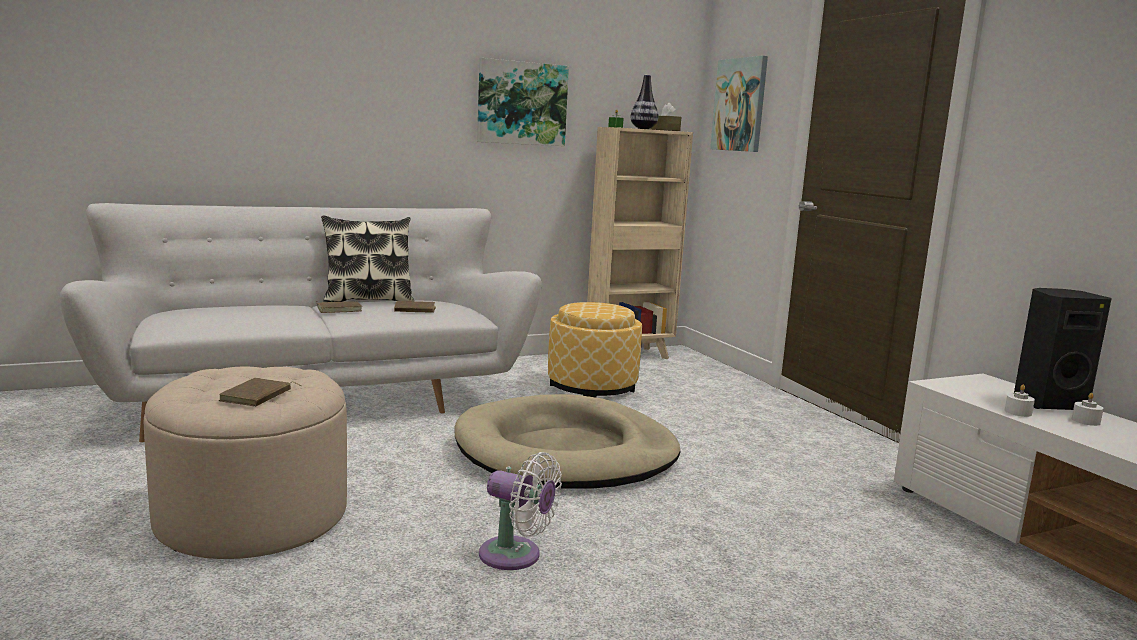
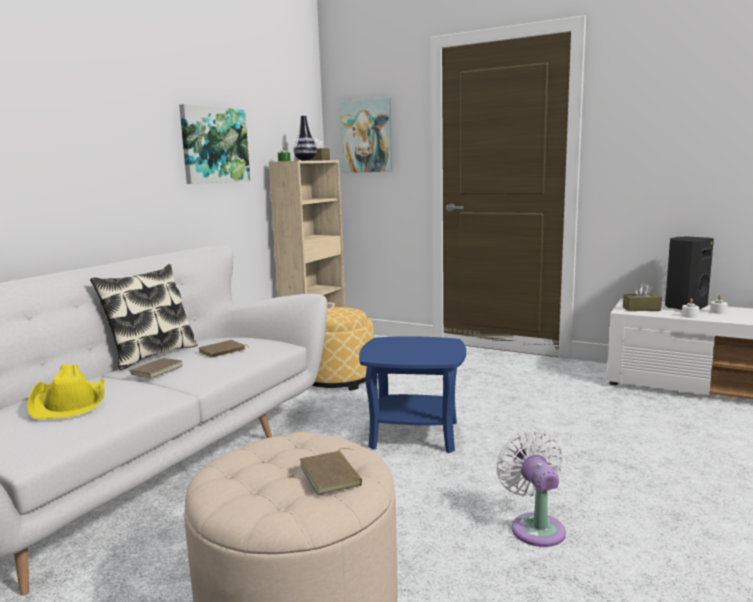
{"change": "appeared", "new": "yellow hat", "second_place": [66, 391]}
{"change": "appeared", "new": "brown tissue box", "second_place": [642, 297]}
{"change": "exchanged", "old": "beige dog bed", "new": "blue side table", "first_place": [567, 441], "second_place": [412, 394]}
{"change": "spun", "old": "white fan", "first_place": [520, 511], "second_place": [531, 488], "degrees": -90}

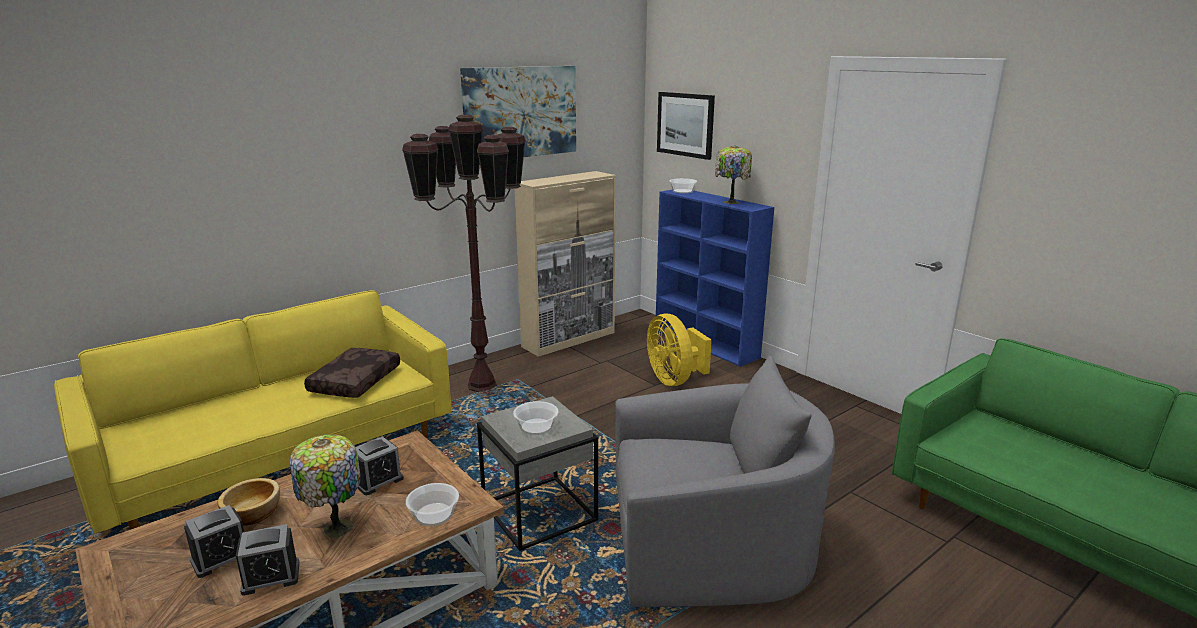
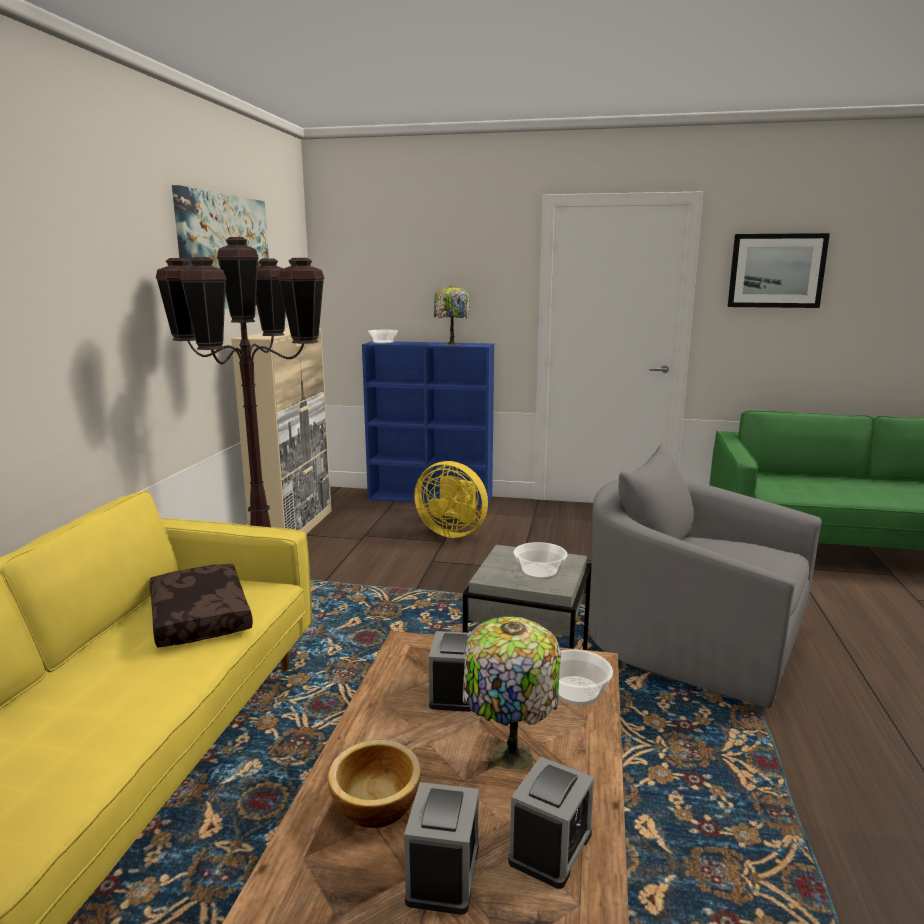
{"change": "relocated", "old": "picture", "first_place": [686, 126], "second_place": [779, 270]}
{"change": "spun", "old": "grey armchair", "first_place": [725, 481], "second_place": [705, 576], "degrees": -105}

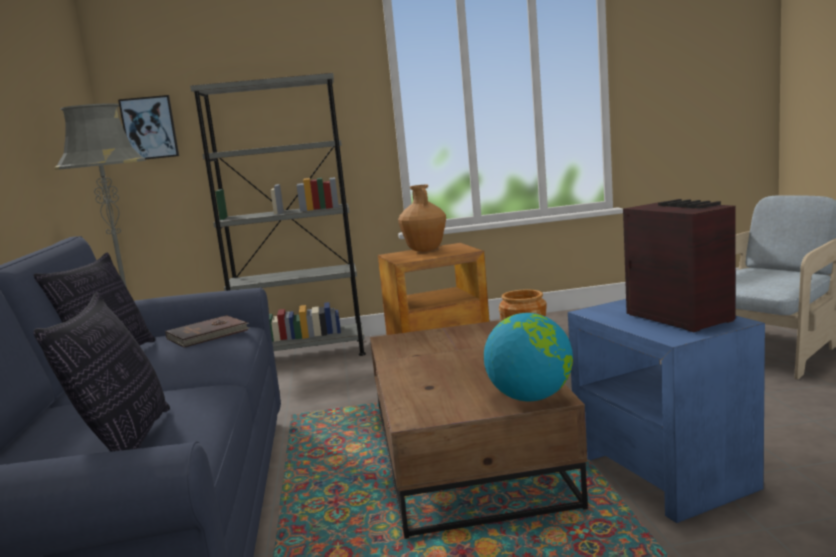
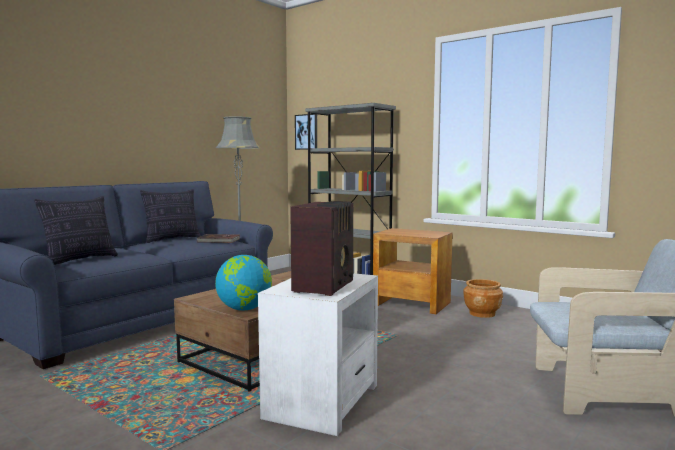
{"change": "missing", "old": "brown vase", "first_place": [422, 218]}
{"change": "colour", "old": "blue side table", "new": "white side table", "first_place": [666, 411], "second_place": [318, 354]}

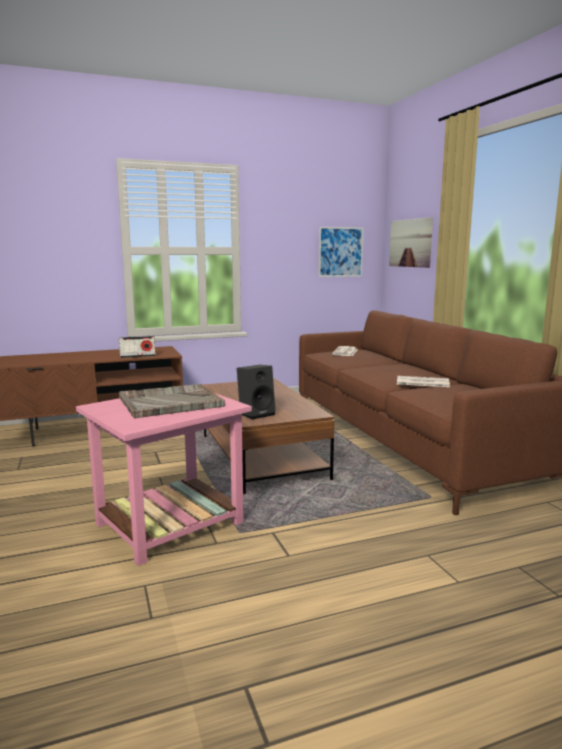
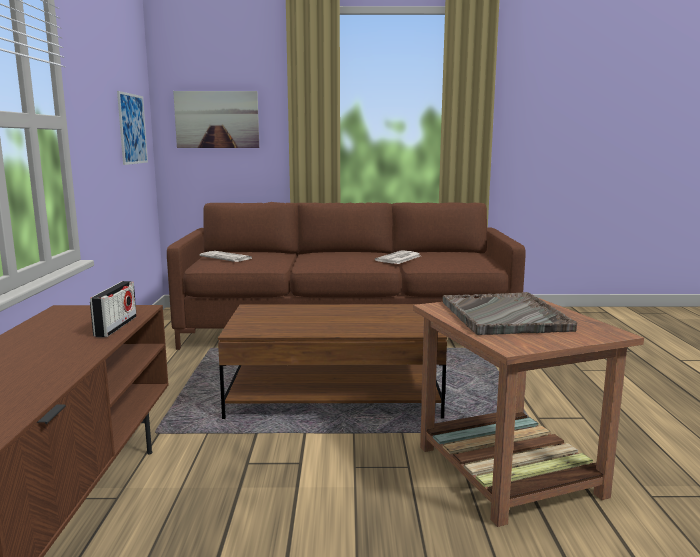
{"change": "missing", "old": "black speaker", "first_place": [256, 392]}
{"change": "colour", "old": "pink side table", "new": "brown side table", "first_place": [164, 479], "second_place": [528, 412]}

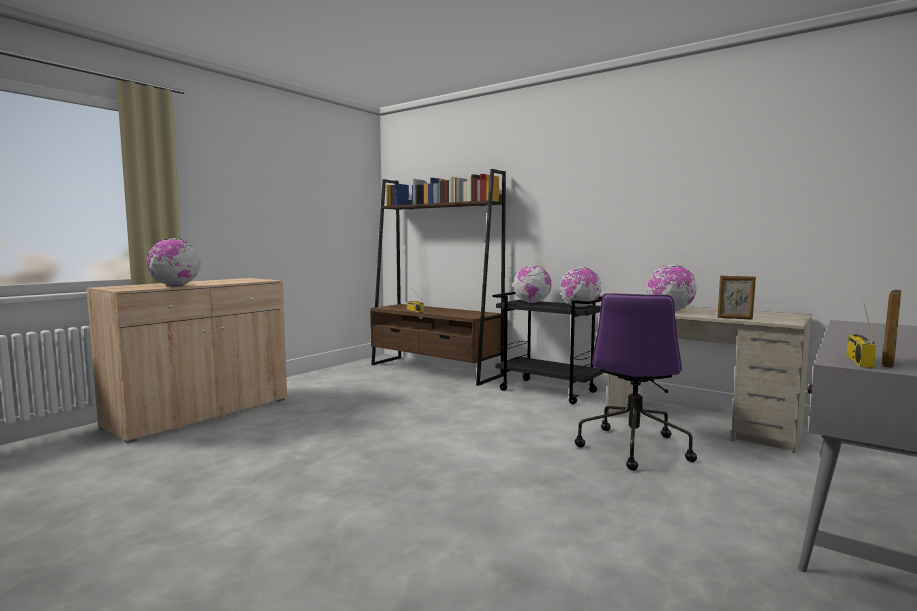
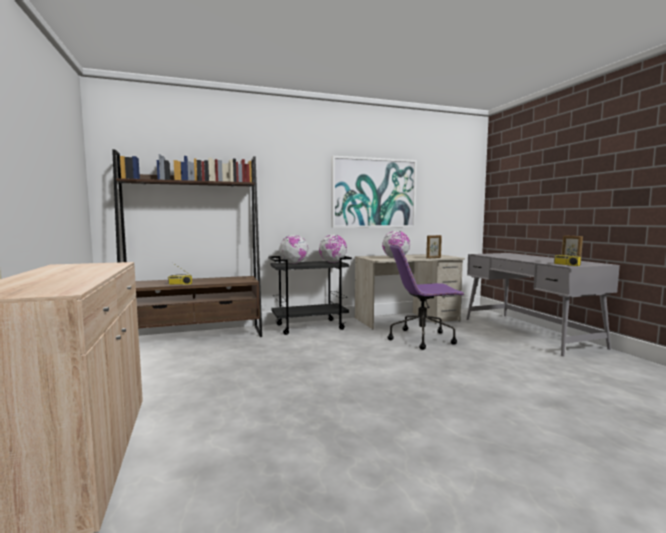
{"change": "missing", "old": "globe", "first_place": [174, 262]}
{"change": "appeared", "new": "picture", "second_place": [374, 192]}
{"change": "spun", "old": "purple office chair", "first_place": [636, 382], "second_place": [426, 297], "degrees": 120}

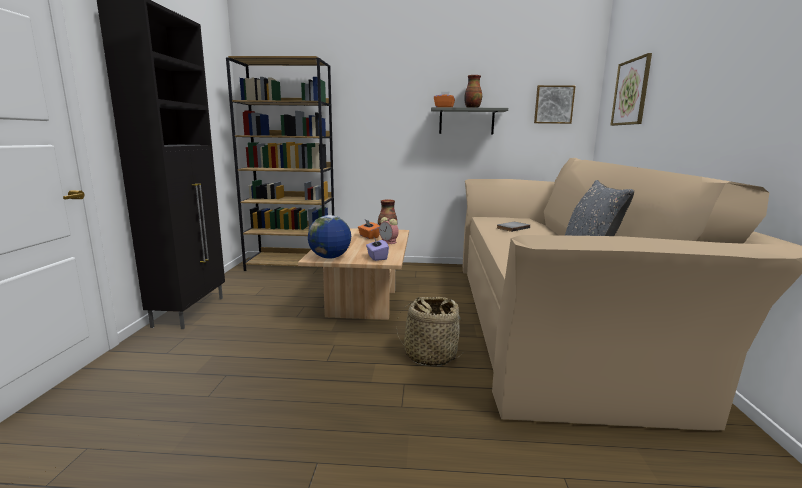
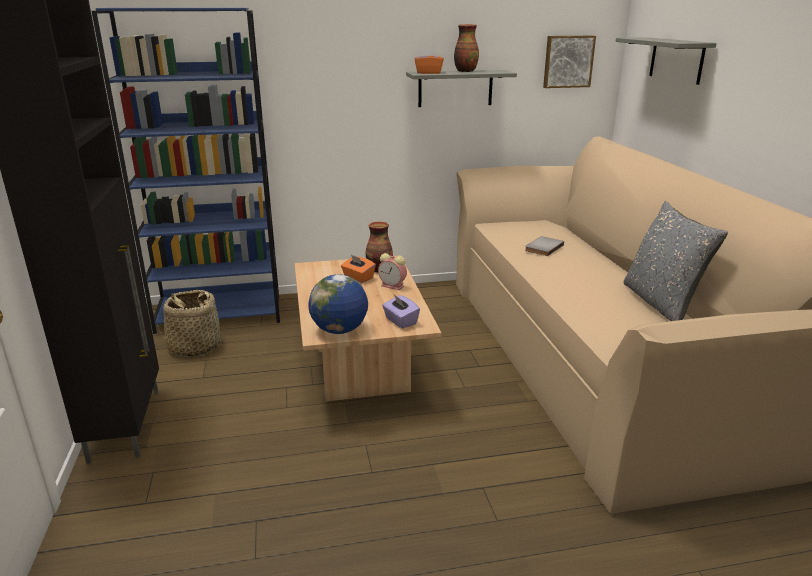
{"change": "relocated", "old": "basket", "first_place": [430, 331], "second_place": [190, 323]}
{"change": "exchanged", "old": "picture", "new": "grey shelf", "first_place": [631, 89], "second_place": [666, 61]}
{"change": "colour", "old": "brown bookcase", "new": "blue bookcase", "first_place": [280, 163], "second_place": [185, 171]}

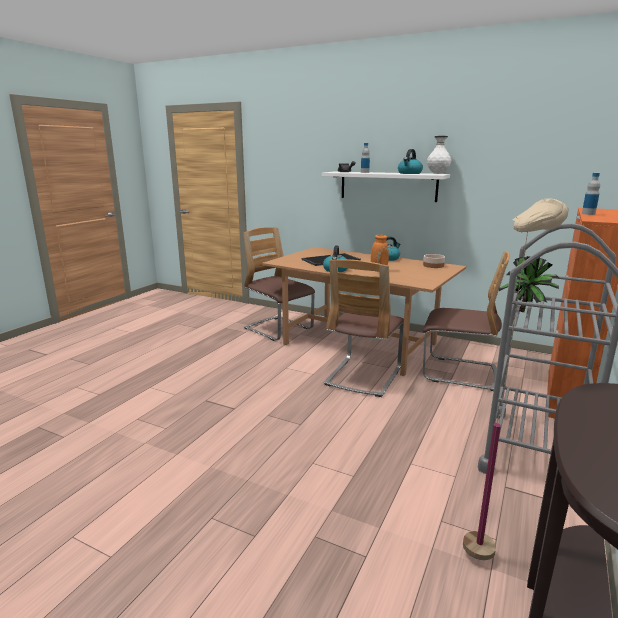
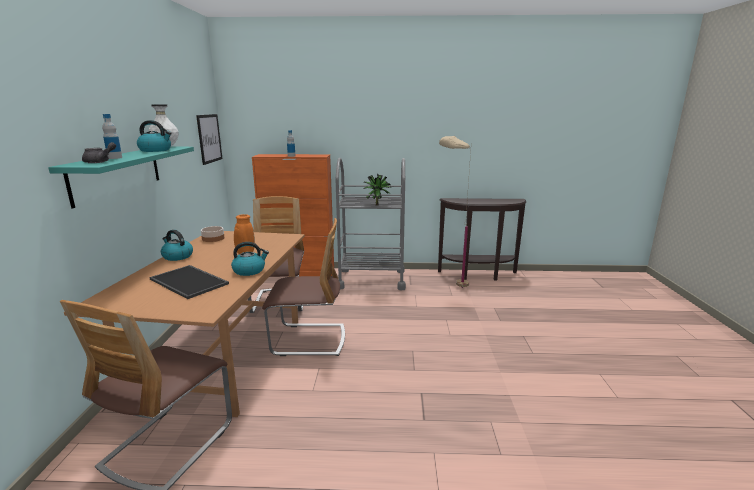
{"change": "appeared", "new": "picture", "second_place": [209, 139]}
{"change": "colour", "old": "white shelf", "new": "turquoise shelf", "first_place": [386, 187], "second_place": [121, 178]}

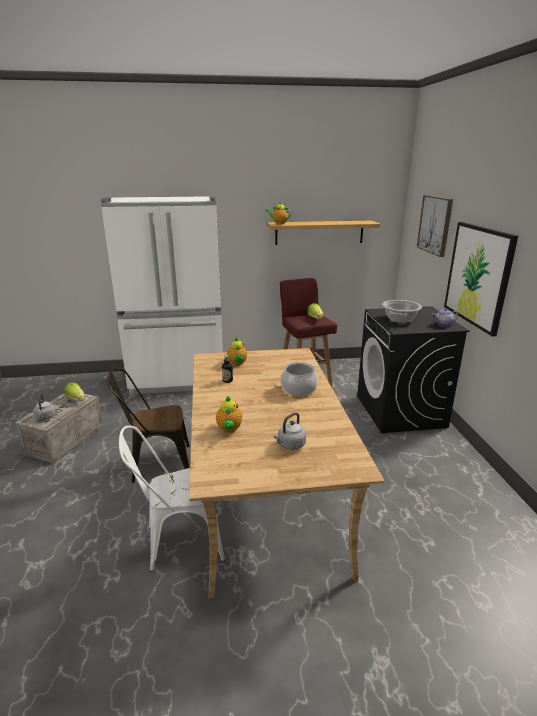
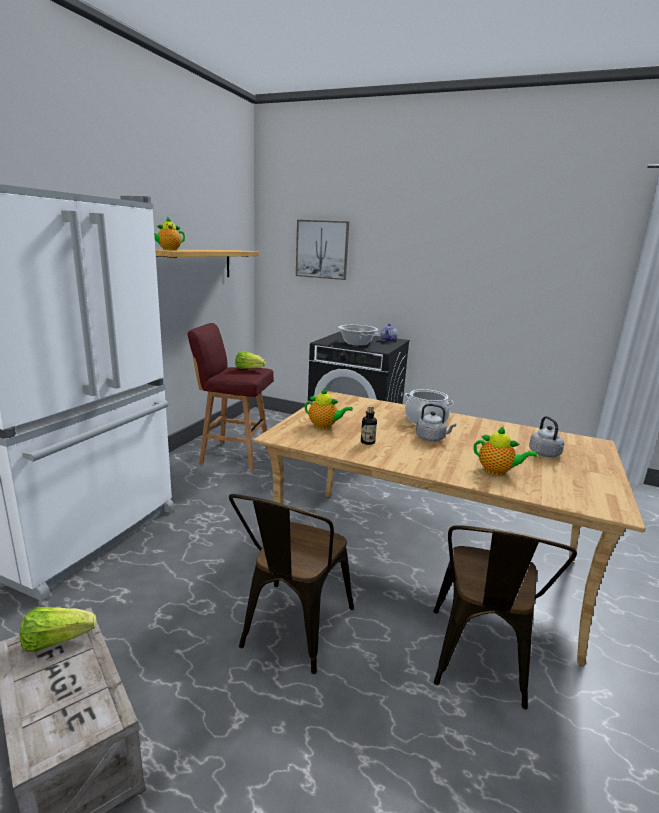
{"change": "missing", "old": "picture", "first_place": [481, 279]}
{"change": "relocated", "old": "grey kettle", "first_place": [44, 407], "second_place": [436, 422]}
{"change": "colour", "old": "white chair", "new": "brown chair", "first_place": [172, 499], "second_place": [505, 617]}

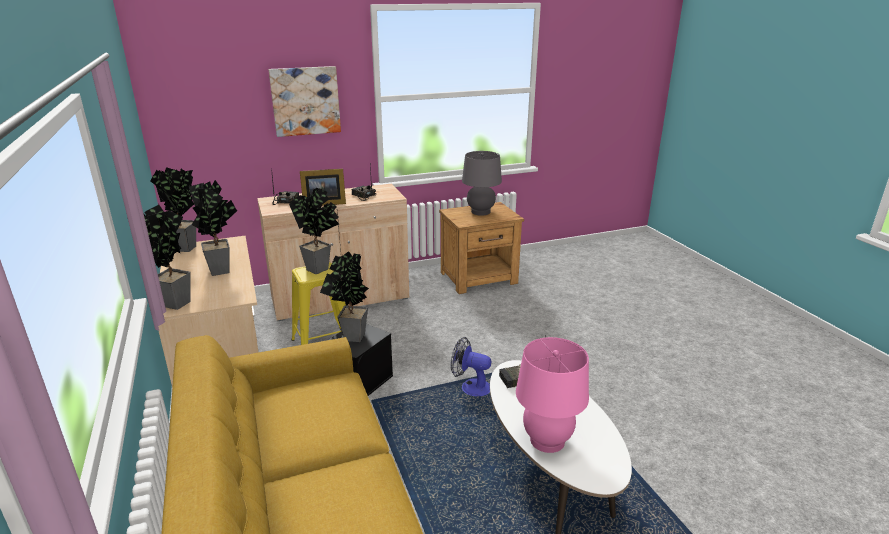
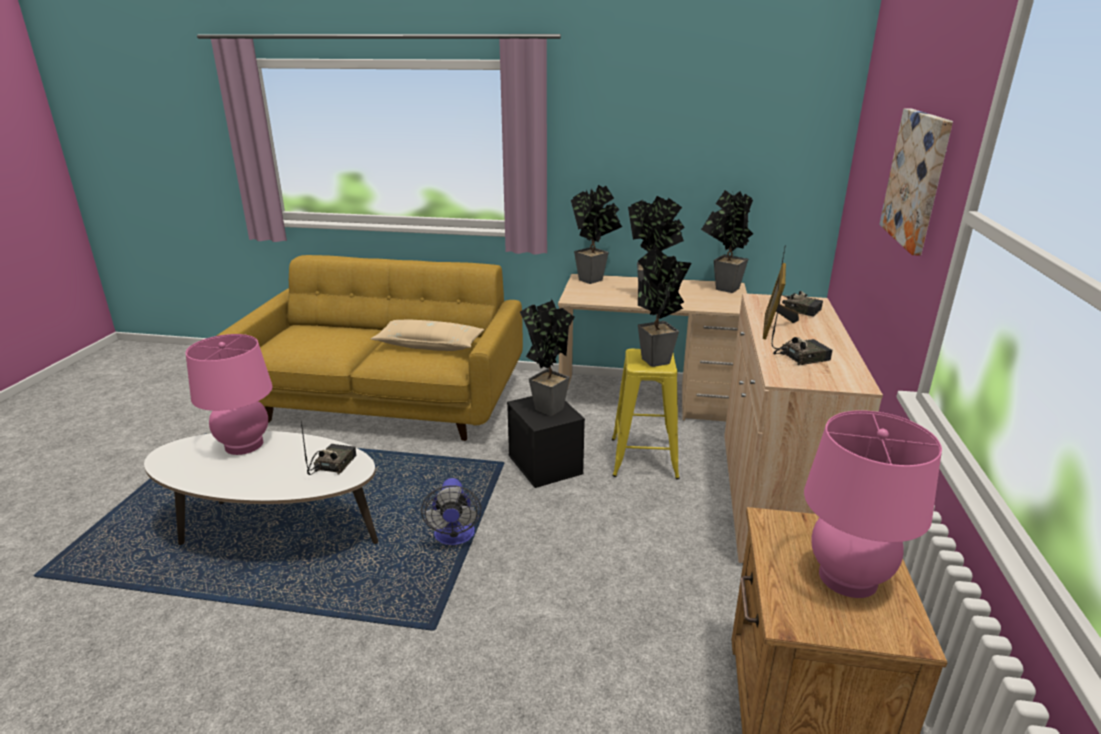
{"change": "appeared", "new": "beige pillow", "second_place": [427, 335]}
{"change": "colour", "old": "grey table lamp", "new": "pink table lamp", "first_place": [482, 183], "second_place": [873, 504]}
{"change": "spun", "old": "fan", "first_place": [471, 366], "second_place": [451, 511], "degrees": 120}

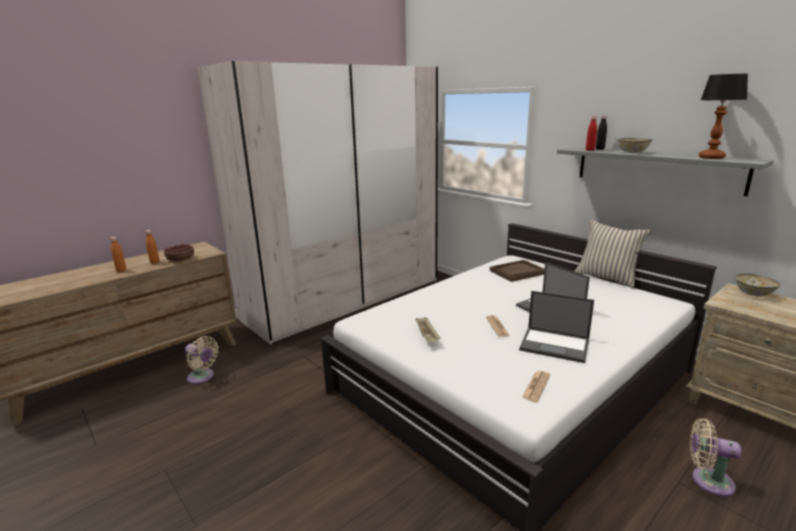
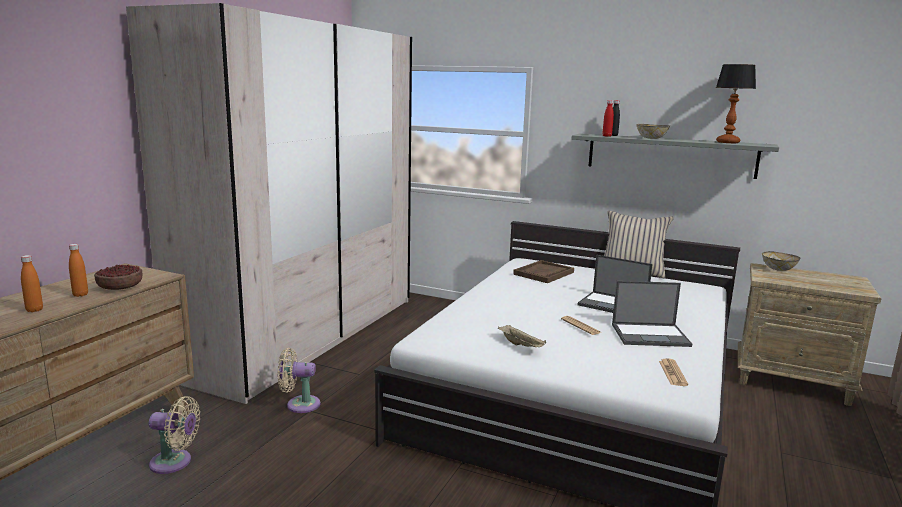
{"change": "relocated", "old": "beige fan", "first_place": [715, 457], "second_place": [299, 380]}

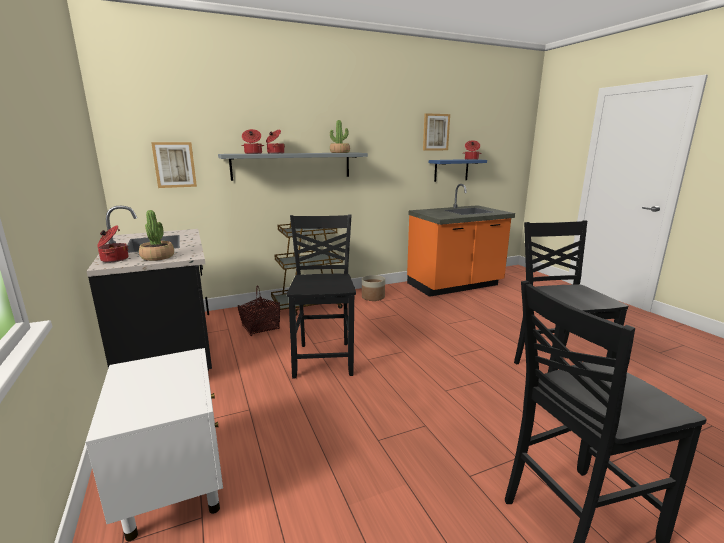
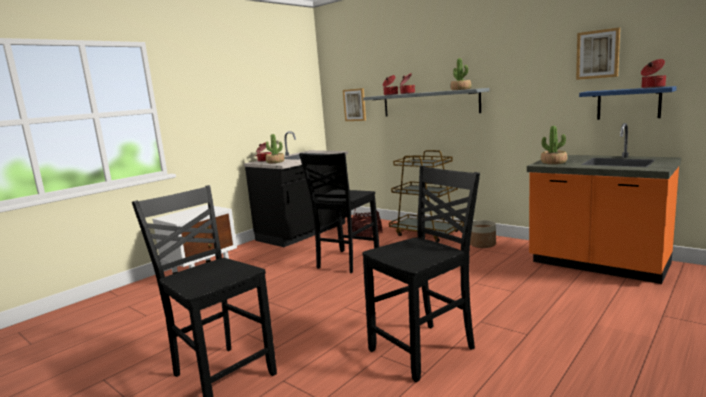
{"change": "appeared", "new": "potted plant", "second_place": [554, 145]}
{"change": "spun", "old": "black chair", "first_place": [321, 296], "second_place": [339, 212], "degrees": 150}

